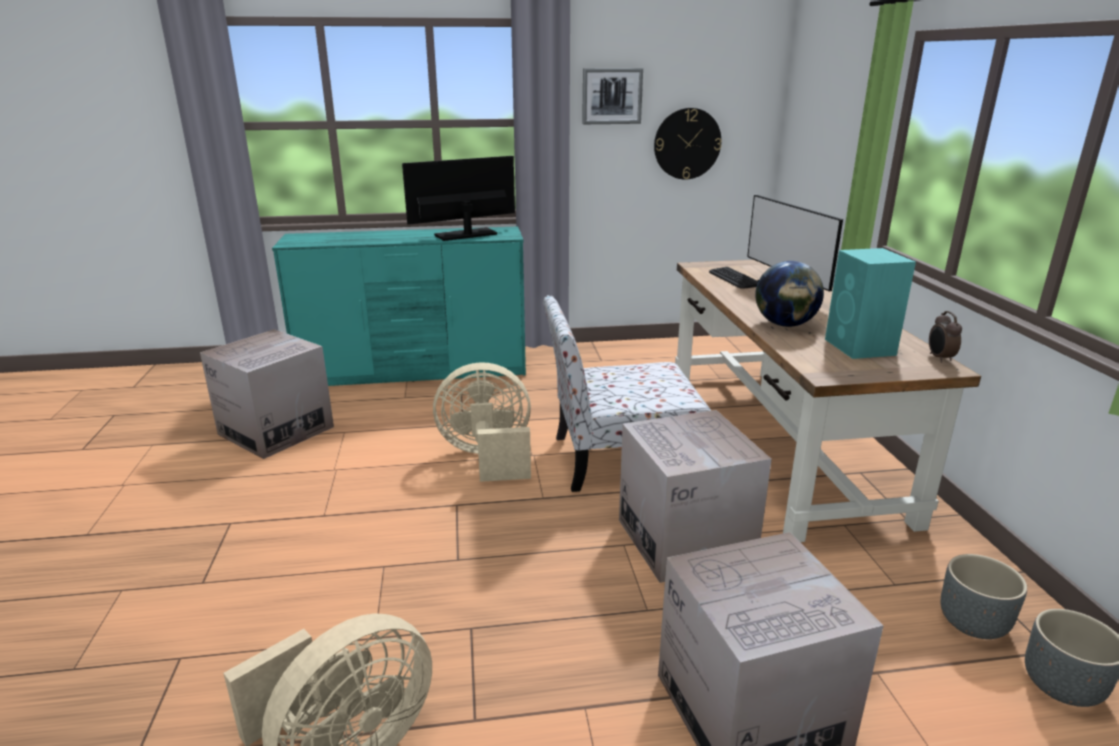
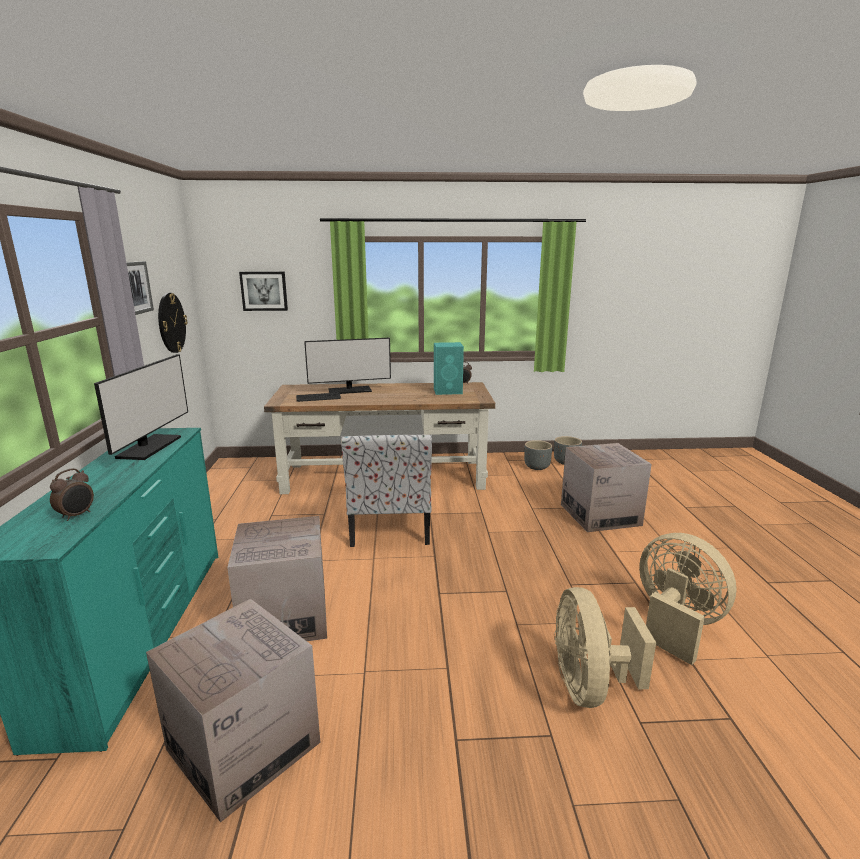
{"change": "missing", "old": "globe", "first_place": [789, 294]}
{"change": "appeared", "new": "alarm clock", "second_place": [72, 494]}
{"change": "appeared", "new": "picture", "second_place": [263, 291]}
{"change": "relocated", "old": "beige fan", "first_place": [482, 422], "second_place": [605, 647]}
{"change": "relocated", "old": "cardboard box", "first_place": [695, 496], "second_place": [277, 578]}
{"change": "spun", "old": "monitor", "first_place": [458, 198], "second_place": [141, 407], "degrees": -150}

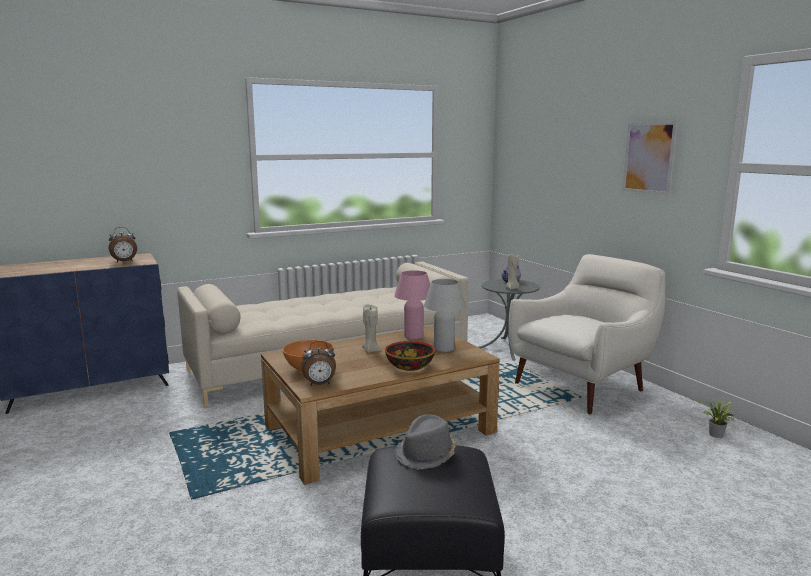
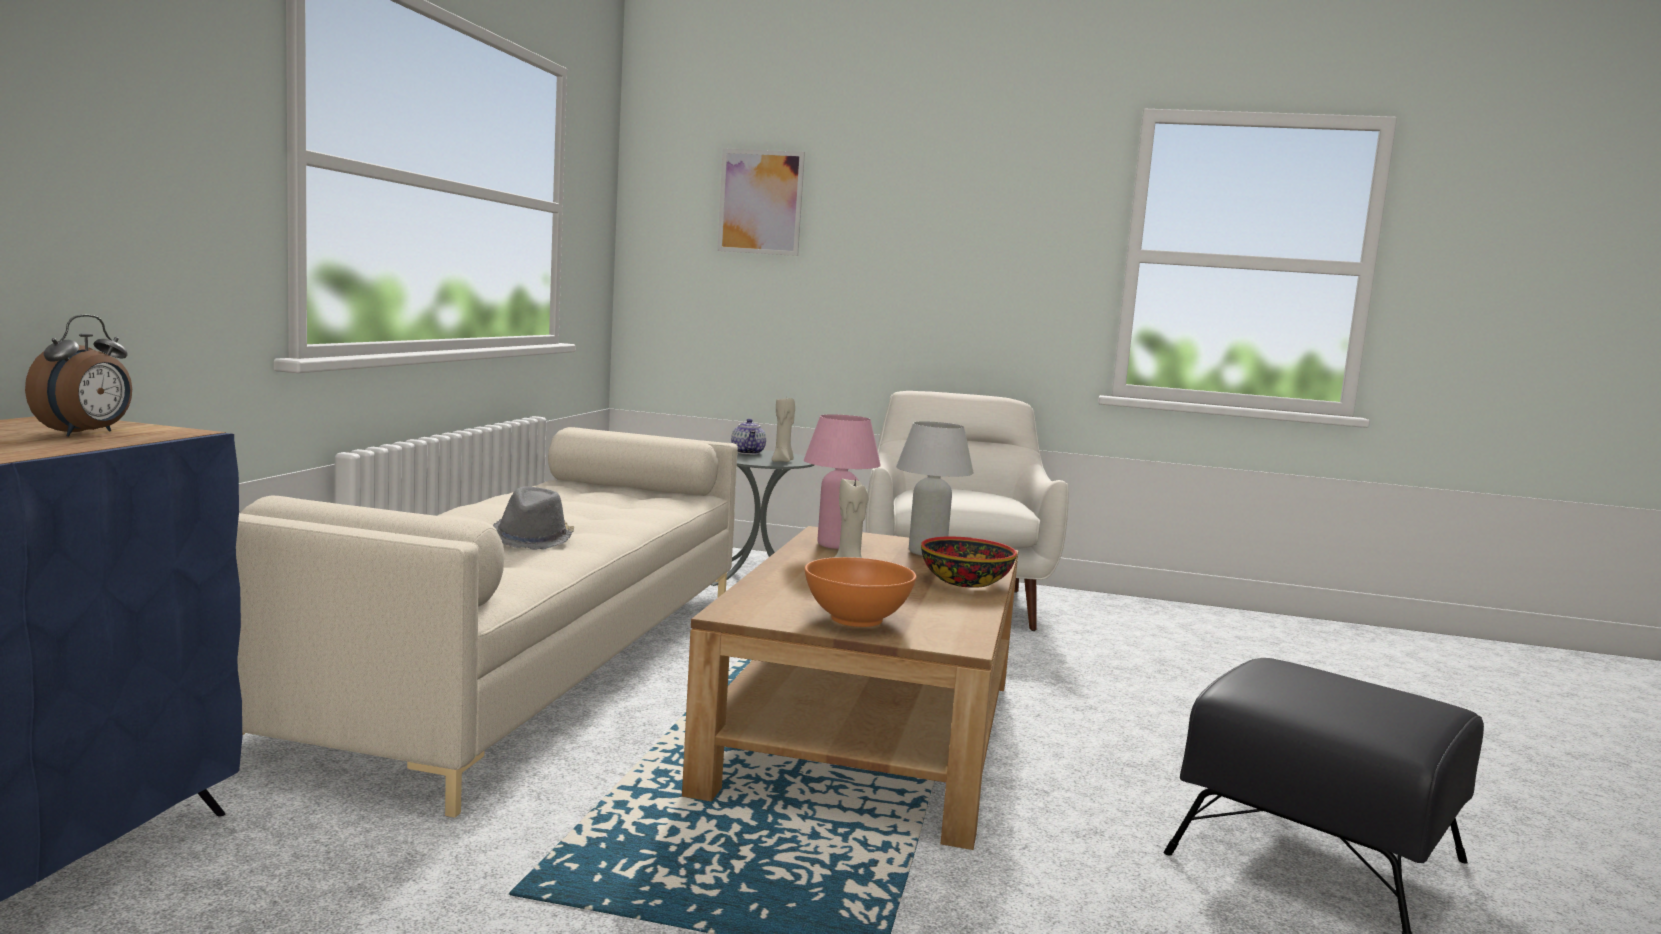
{"change": "missing", "old": "alarm clock", "first_place": [318, 363]}
{"change": "missing", "old": "potted plant", "first_place": [718, 418]}
{"change": "relocated", "old": "grey hat", "first_place": [425, 442], "second_place": [533, 518]}
{"change": "relocated", "old": "picture", "first_place": [650, 158], "second_place": [761, 202]}

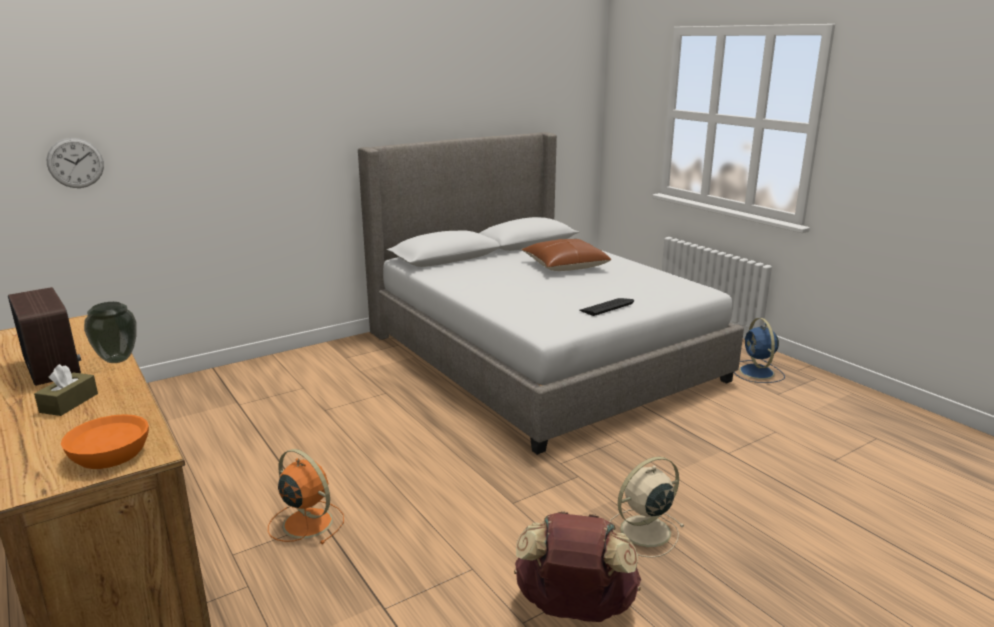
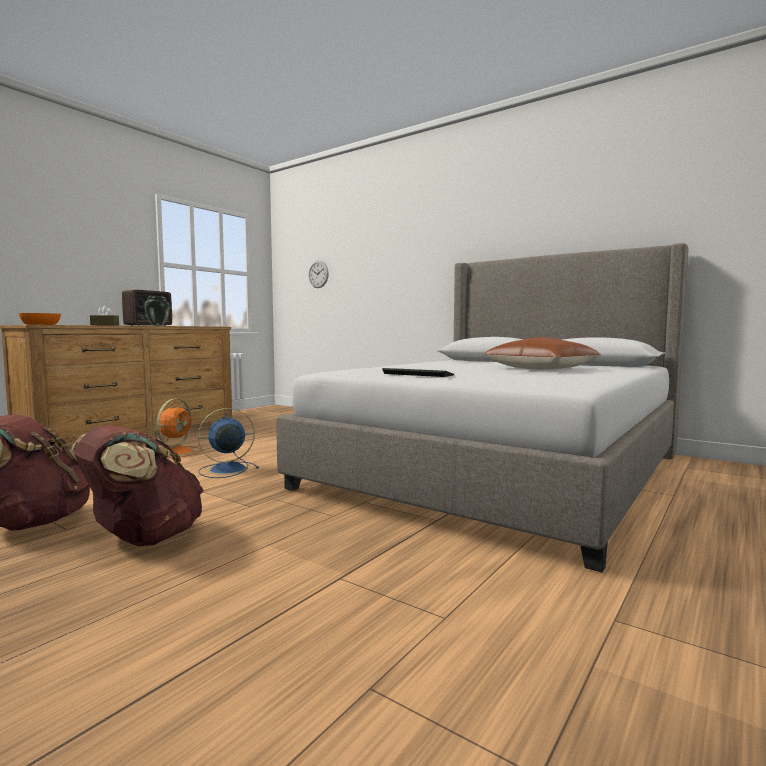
{"change": "relocated", "old": "blue fan", "first_place": [759, 350], "second_place": [228, 443]}
{"change": "exchanged", "old": "beige fan", "new": "brown backpack", "first_place": [647, 507], "second_place": [137, 485]}

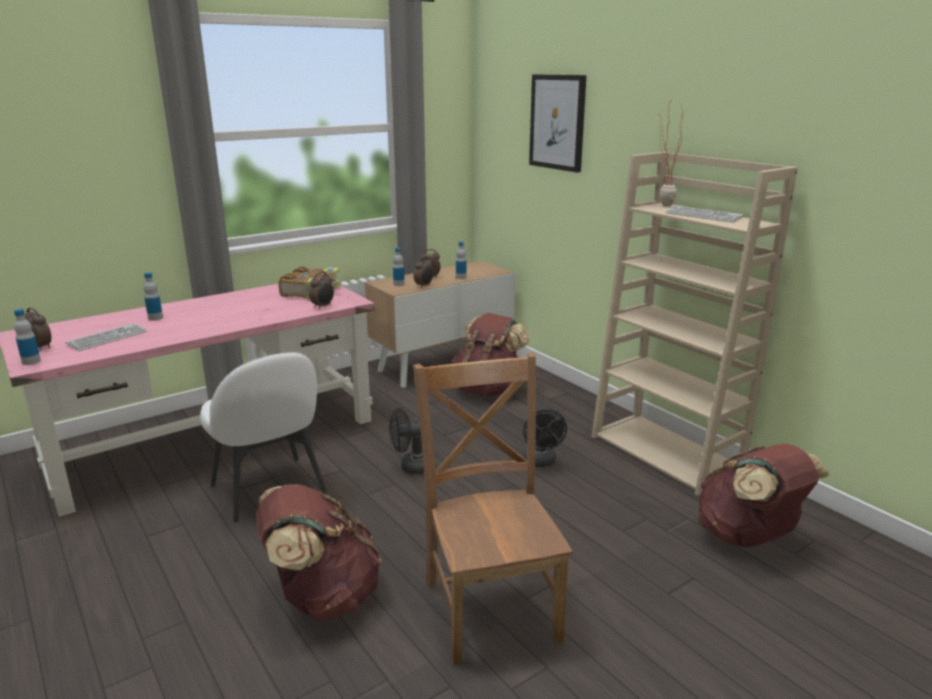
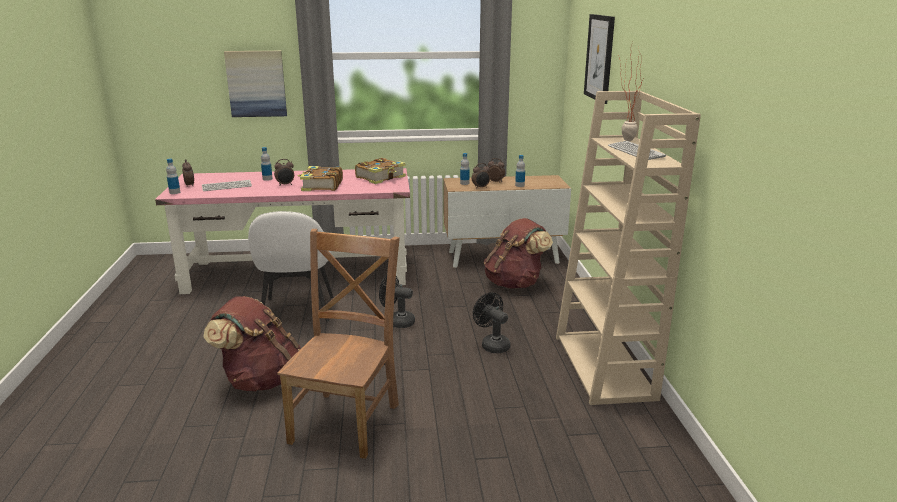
{"change": "missing", "old": "brown backpack", "first_place": [764, 495]}
{"change": "appeared", "new": "picture", "second_place": [255, 84]}
{"change": "appeared", "new": "book", "second_place": [320, 178]}
{"change": "relocated", "old": "alarm clock", "first_place": [321, 290], "second_place": [284, 172]}
{"change": "spun", "old": "black fan", "first_place": [545, 438], "second_place": [491, 322], "degrees": 120}

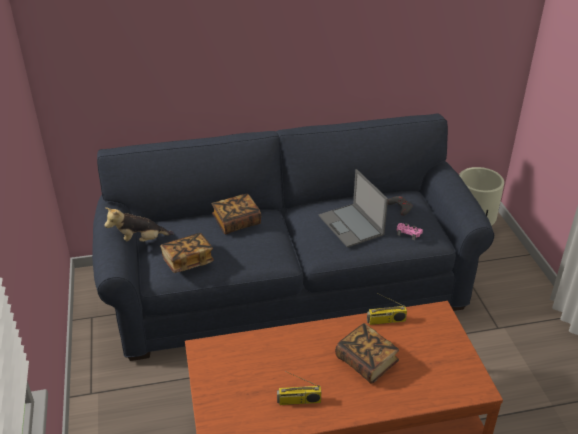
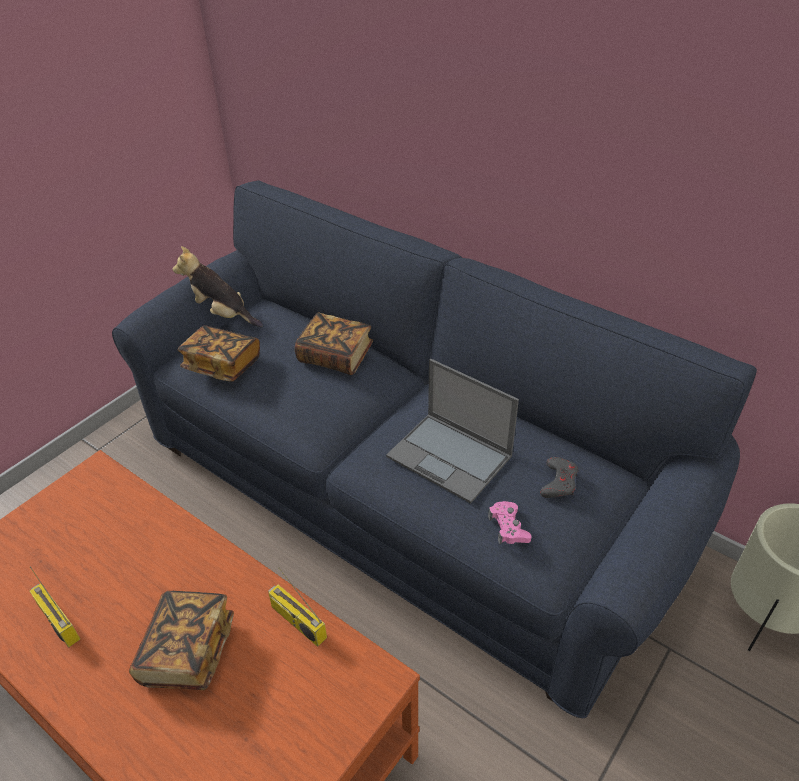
{"change": "spun", "old": "laptop", "first_place": [353, 208], "second_place": [452, 431], "degrees": -75}

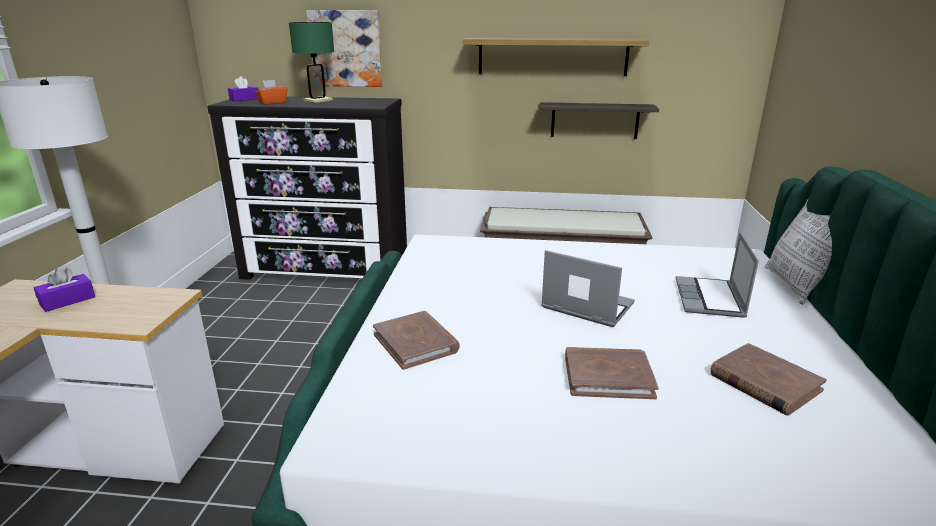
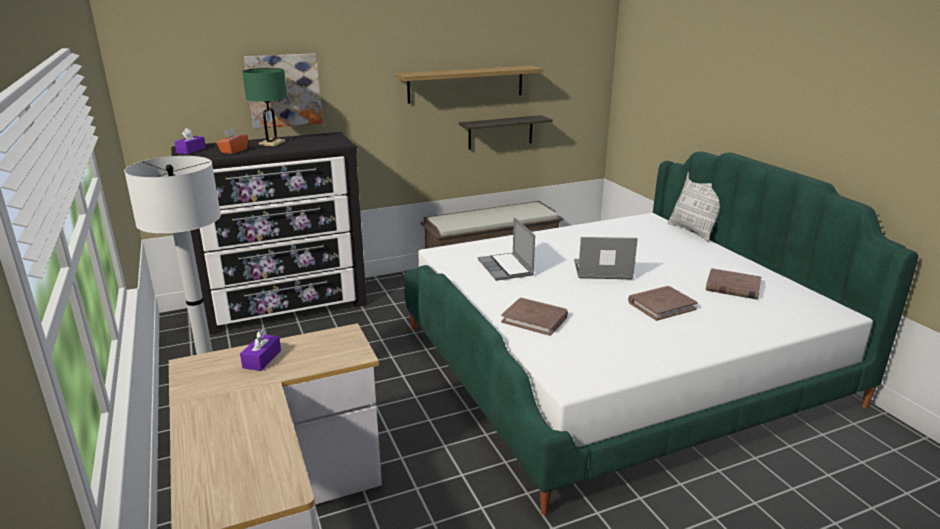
{"change": "relocated", "old": "laptop", "first_place": [717, 275], "second_place": [506, 249]}

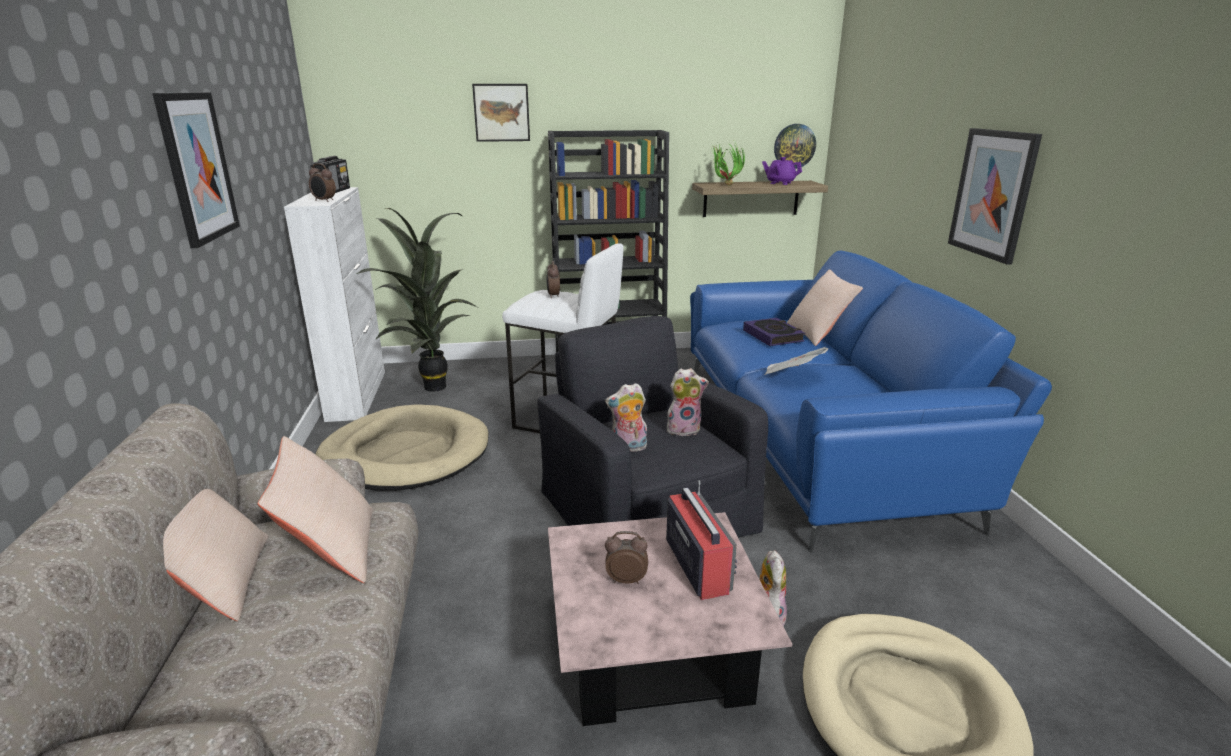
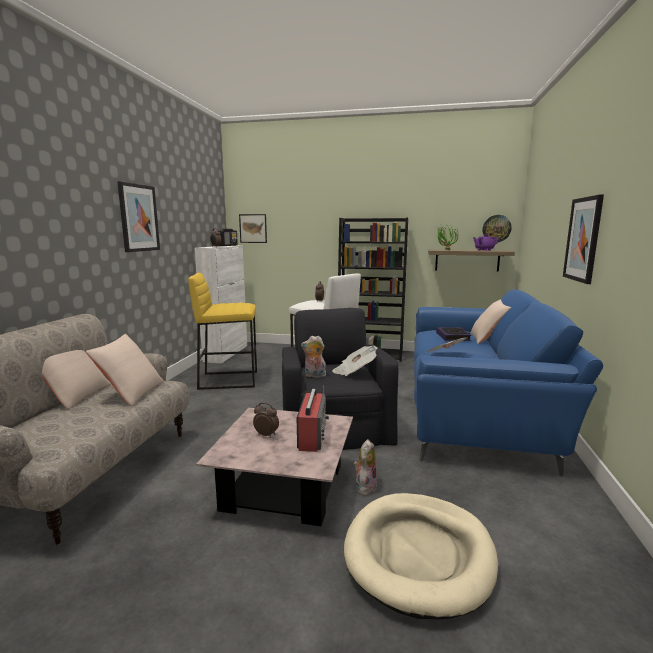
{"change": "missing", "old": "potted plant", "first_place": [416, 300]}
{"change": "relocated", "old": "picture", "first_place": [501, 113], "second_place": [253, 228]}
{"change": "exchanged", "old": "beige dog bed", "new": "yellow stool", "first_place": [401, 447], "second_place": [222, 331]}
{"change": "exchanged", "old": "plush toy", "new": "newspaper", "first_place": [688, 402], "second_place": [355, 361]}

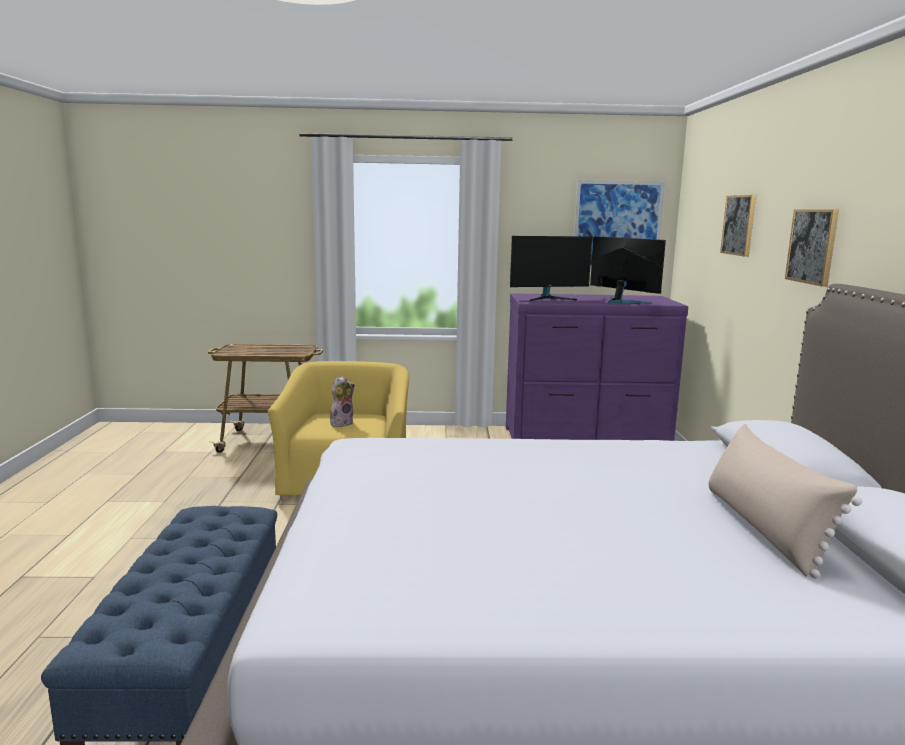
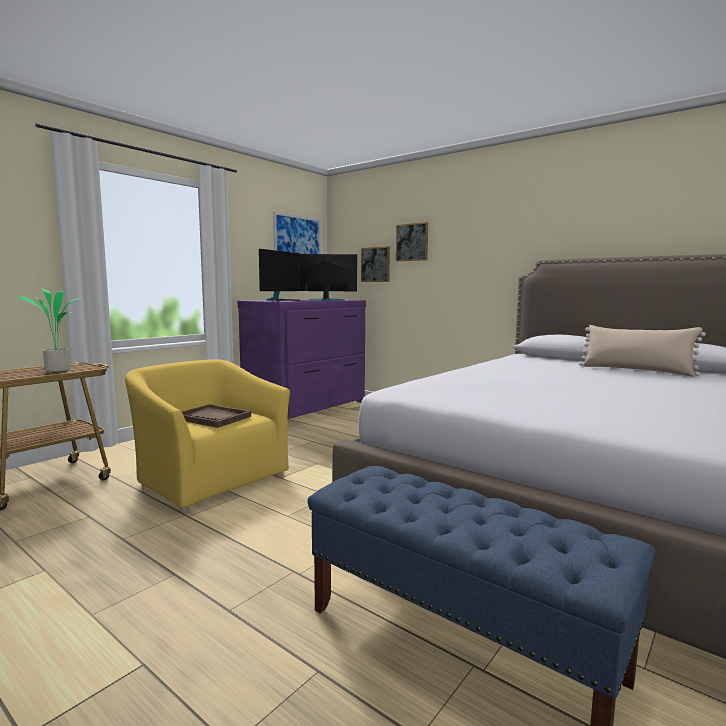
{"change": "appeared", "new": "potted plant", "second_place": [49, 330]}
{"change": "relocated", "old": "picture", "first_place": [812, 248], "second_place": [375, 264]}
{"change": "exchanged", "old": "plush toy", "new": "brown tray", "first_place": [342, 401], "second_place": [216, 416]}

